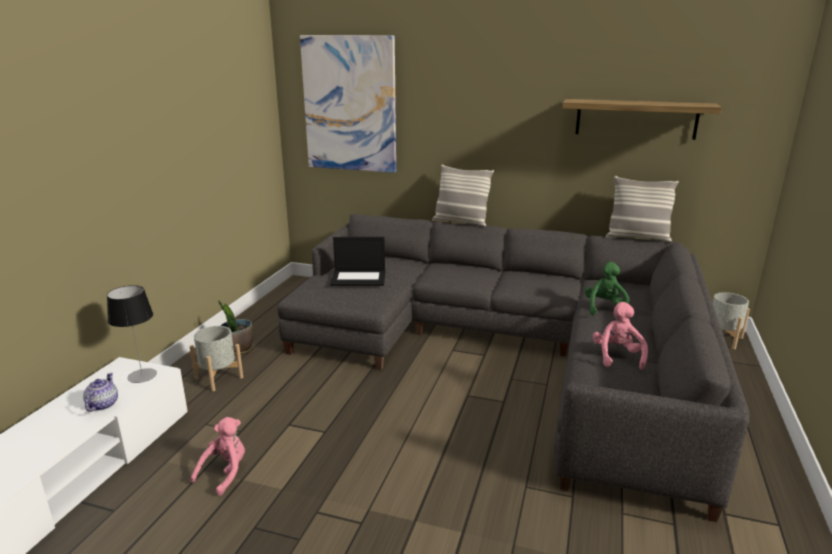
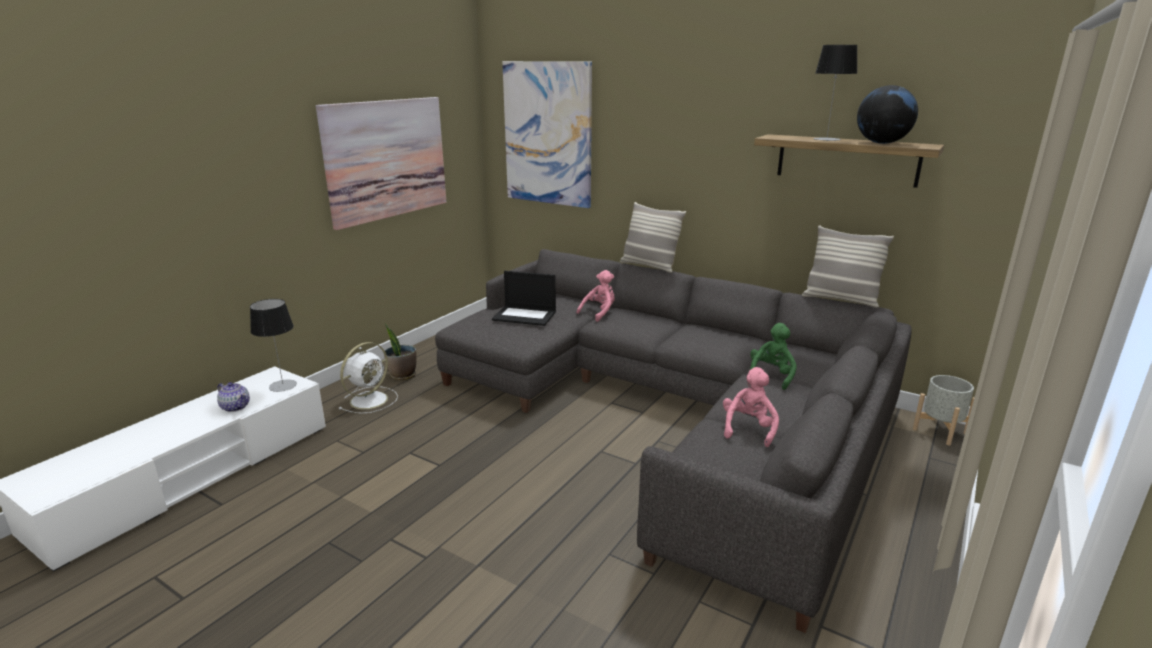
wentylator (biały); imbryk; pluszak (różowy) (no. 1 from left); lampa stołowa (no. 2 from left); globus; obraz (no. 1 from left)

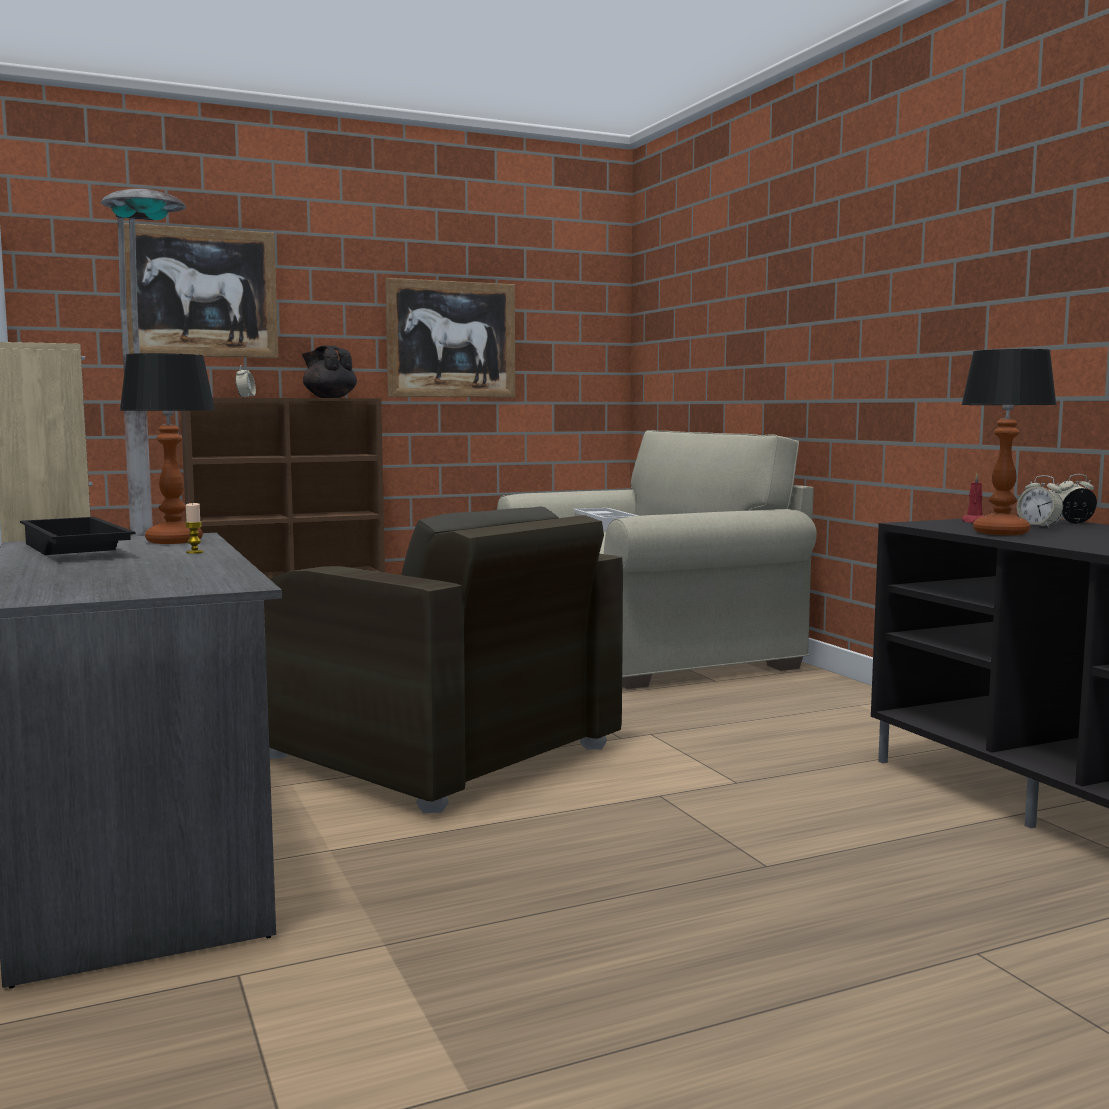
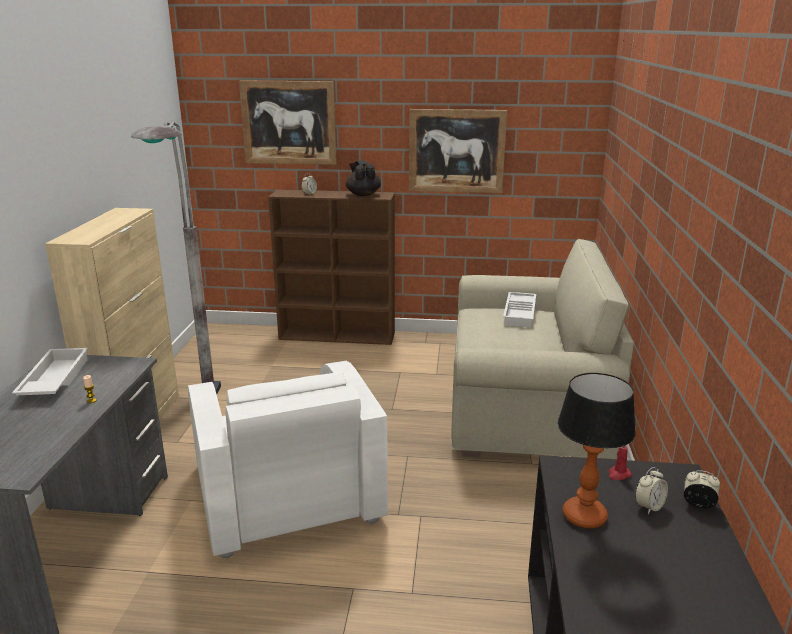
lampa stołowa (no. 1 from left in the first image); budzik (no. 2 from left); fotel (biały); taca (biały) (no. 1 from left)

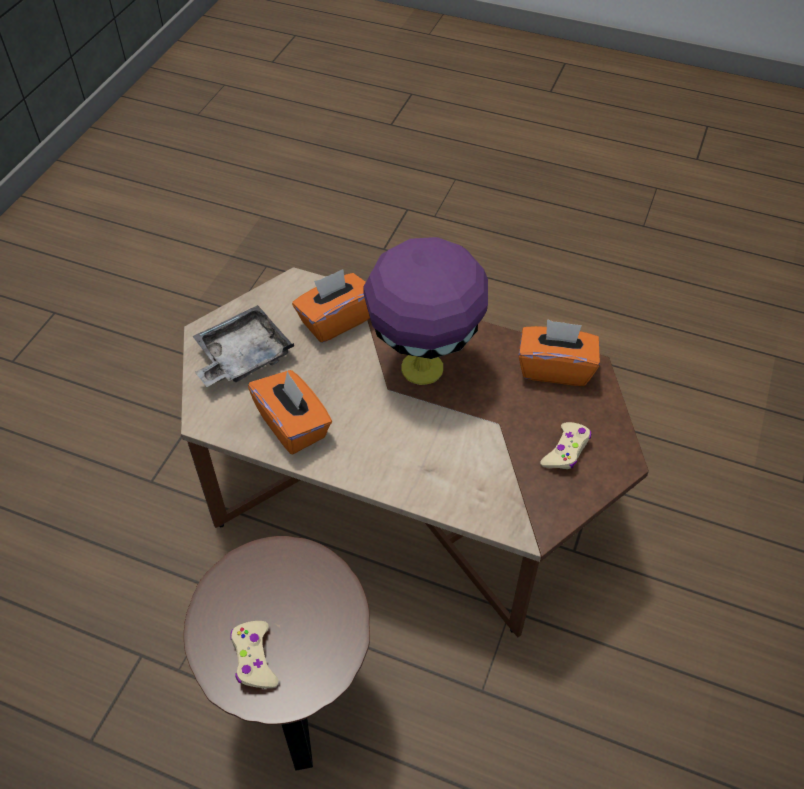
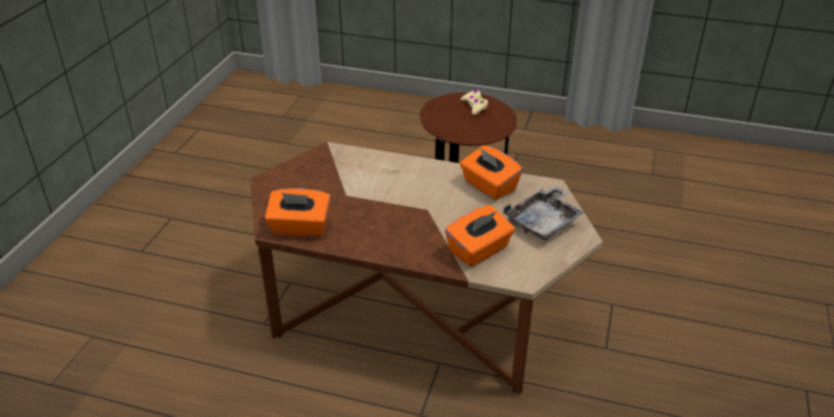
lampa stołowa (fioletowy); pad do gier (beżowy) (no. 2 from left in the first image)

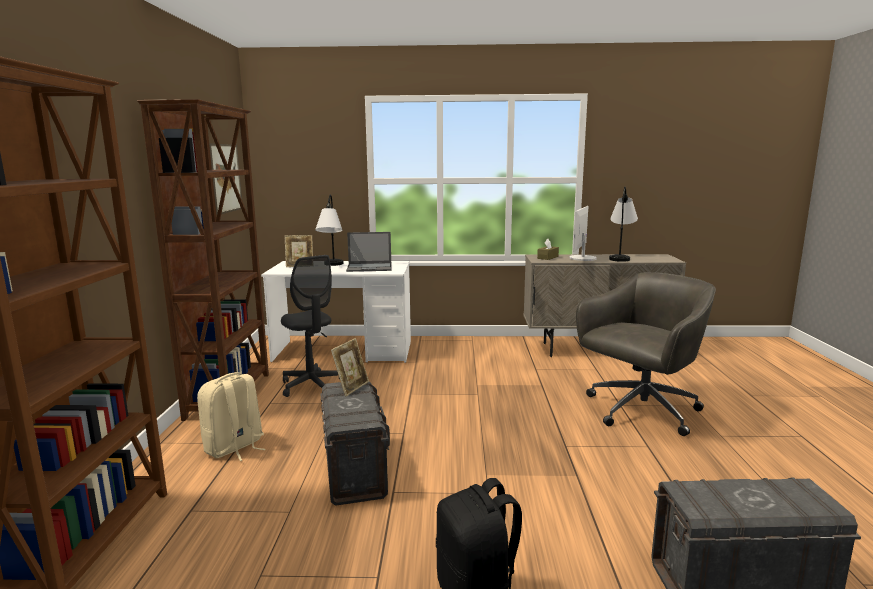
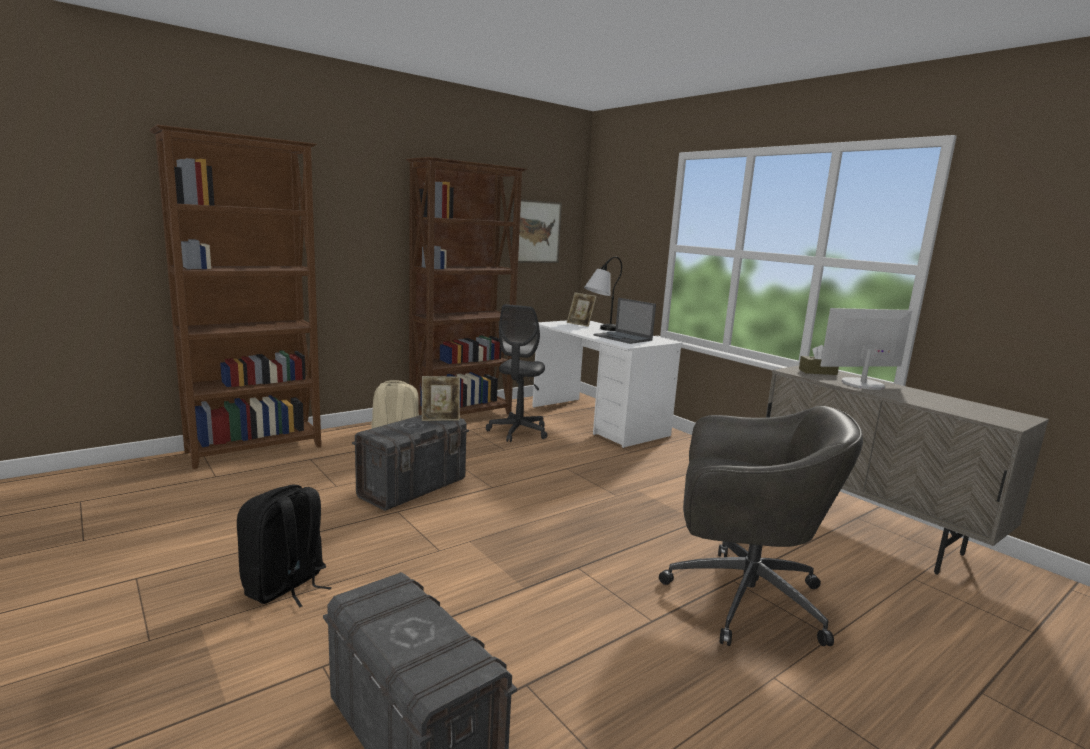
lampa stołowa (no. 2 from left in the first image)

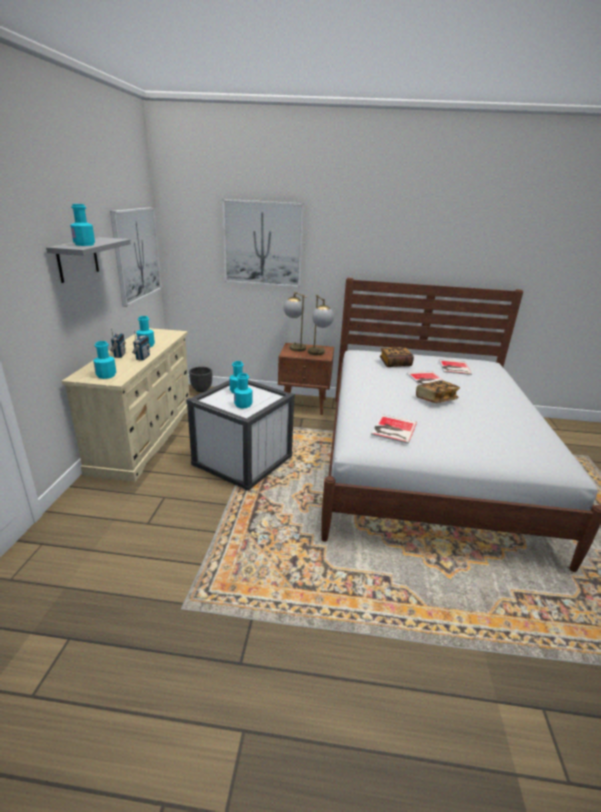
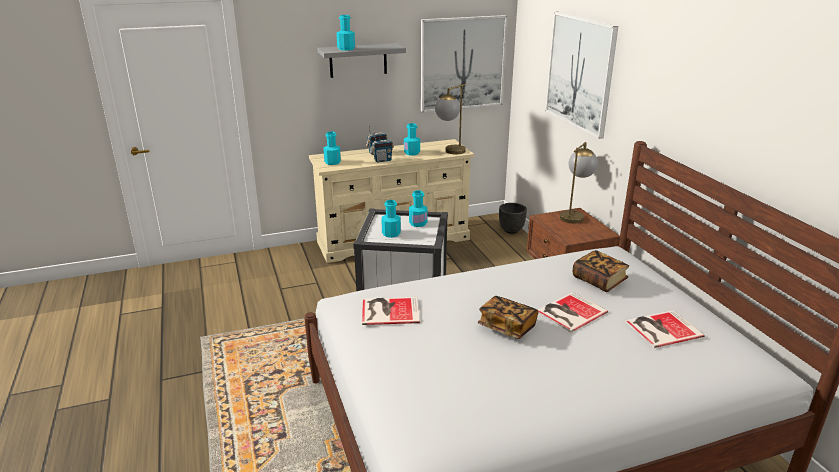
lampa stołowa (no. 1 from left)

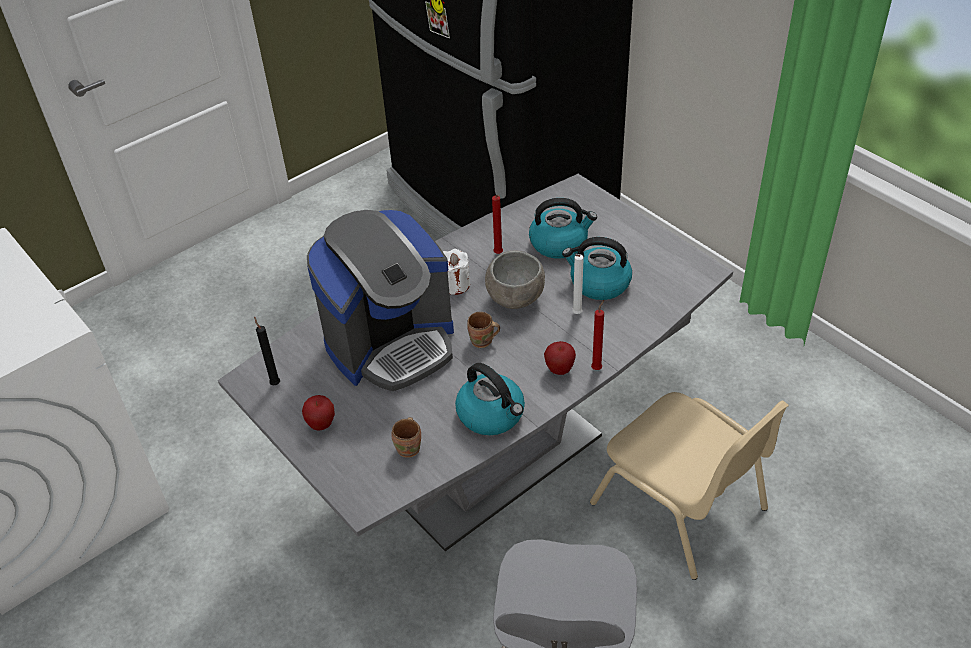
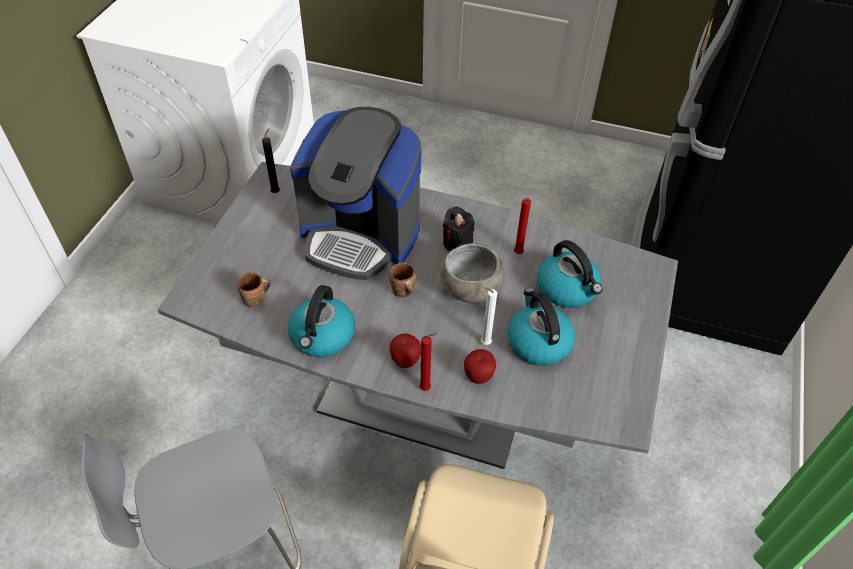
świeca (czarny) (no. 2 from left); jabłko (no. 2 from left)

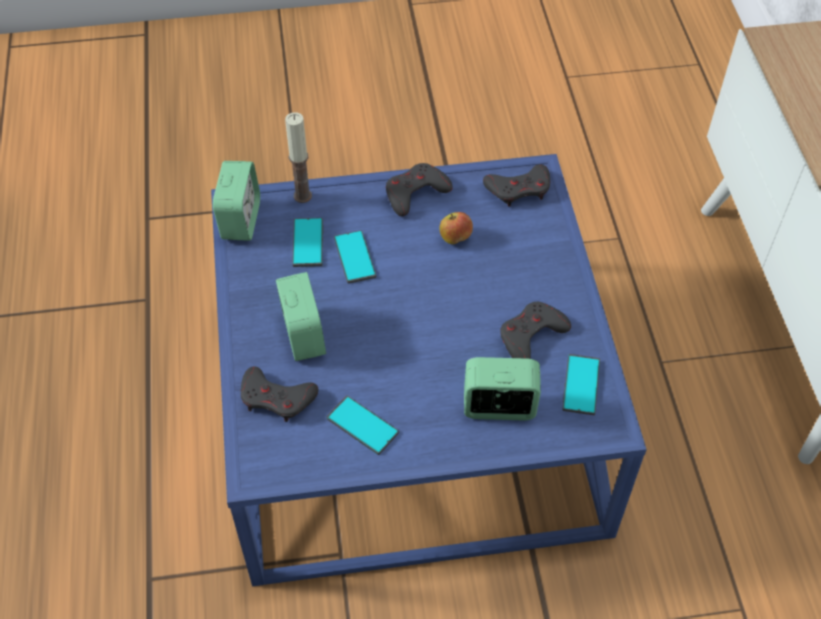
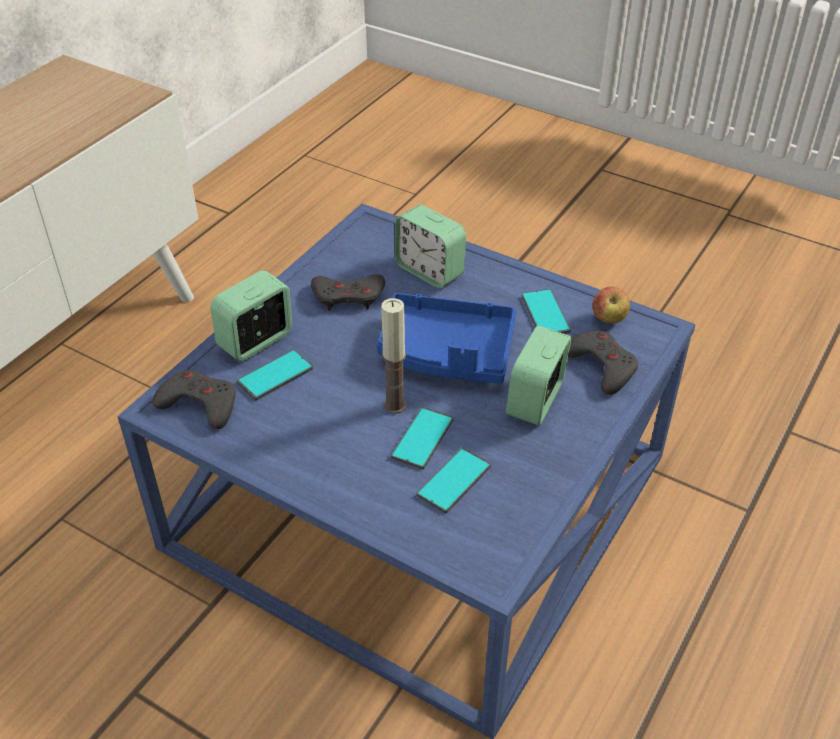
świeca; budzik (no. 1 from left); pad do gier (szary) (no. 2 from left in the first image); jabłko; telefon (no. 1 from left); taca (niebieski)

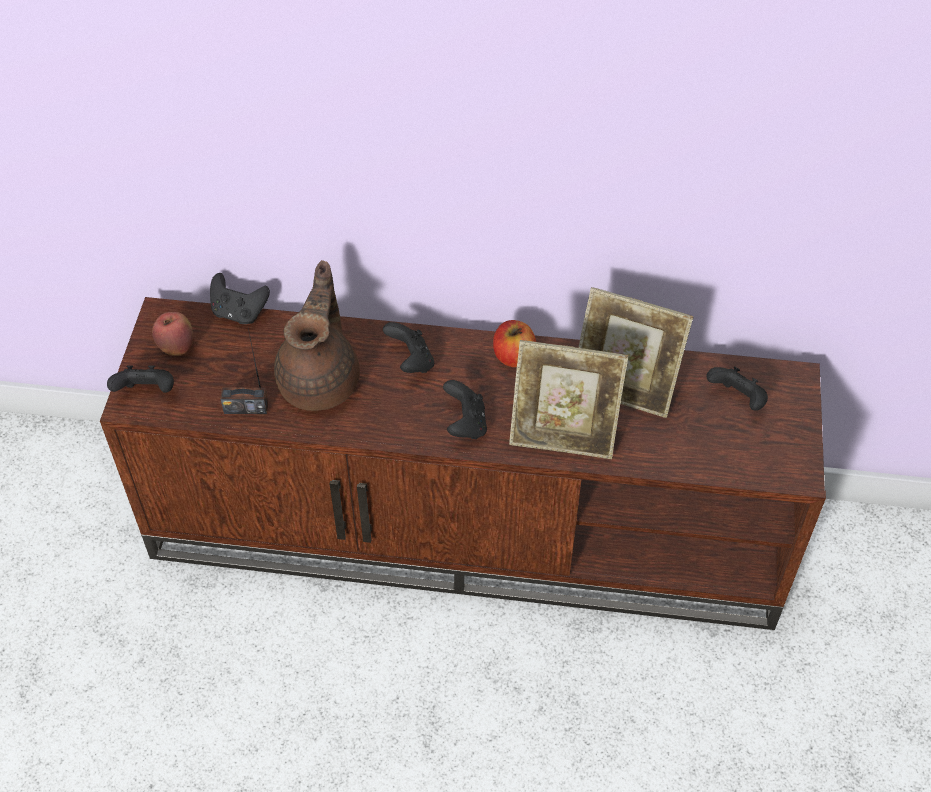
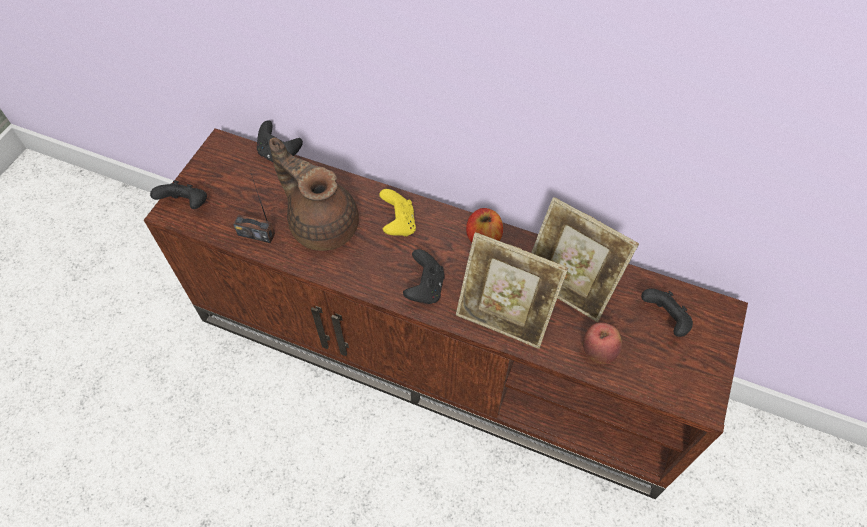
imbryk (brązowy); jabłko (no. 2 from left); pad do gier (żółty)

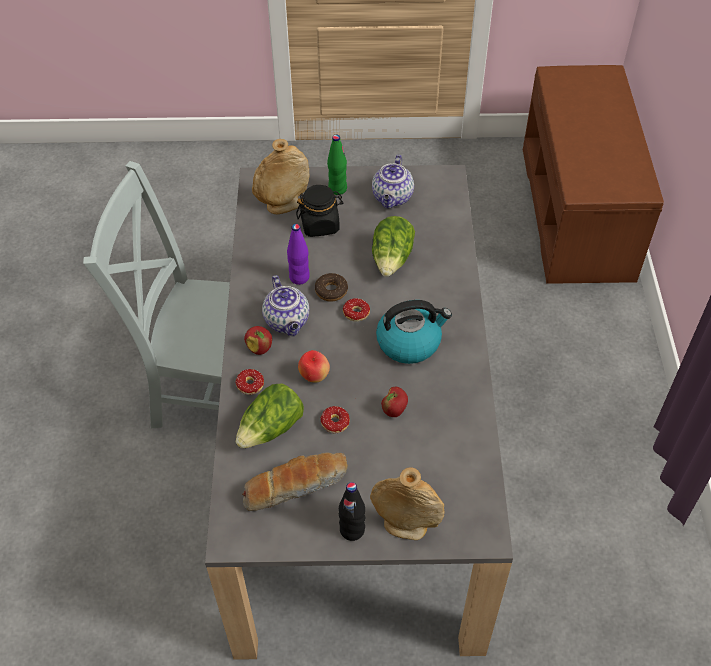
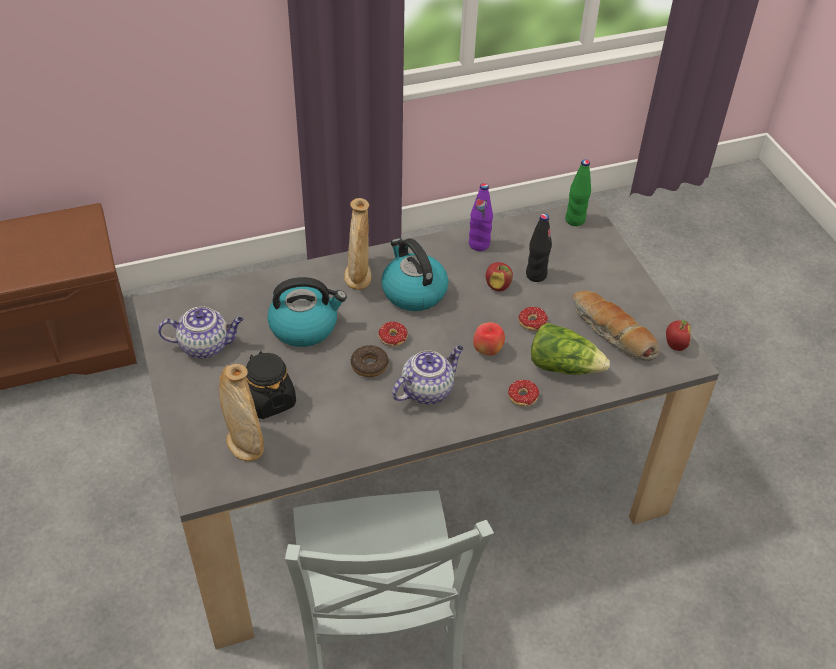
butelka (zielony); czajnik (no. 1 from left); butelka (fioletowy); jabłko (no. 3 from left); wazon (beżowy) (no. 2 from left); butelka (czarny)

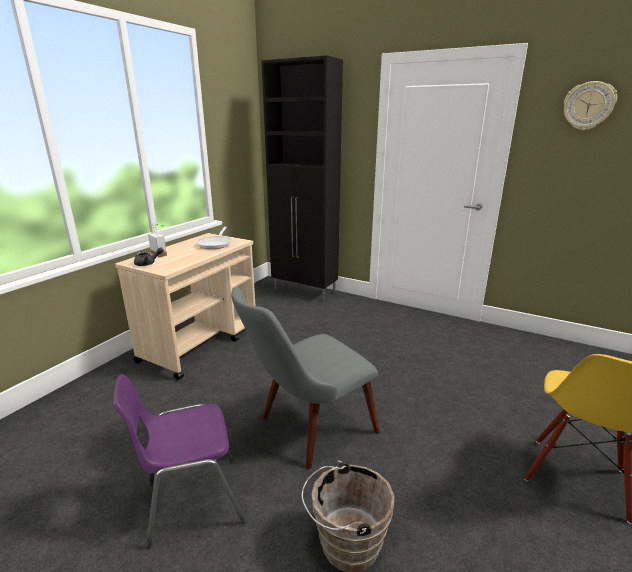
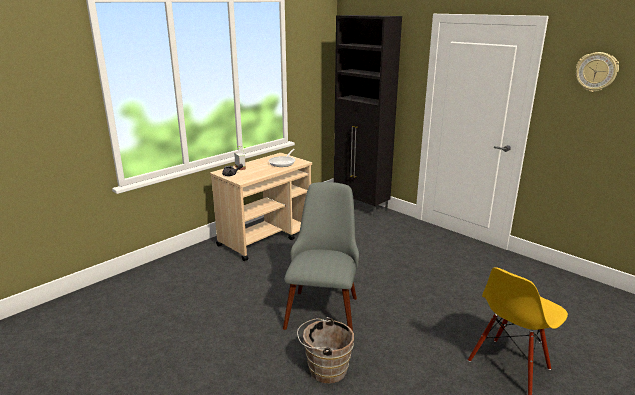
krzesło (szary); krzesło (fioletowy)

